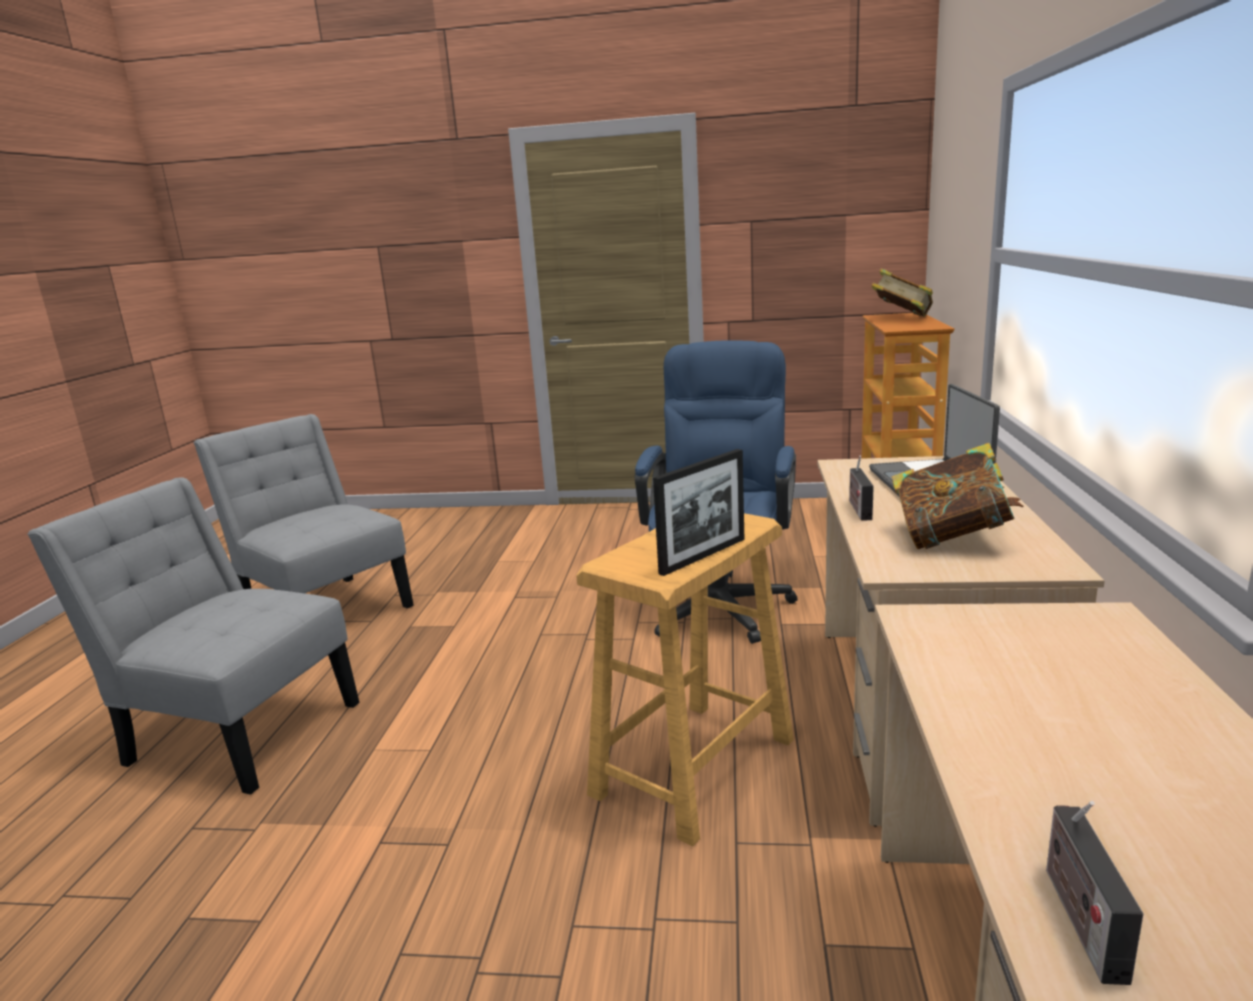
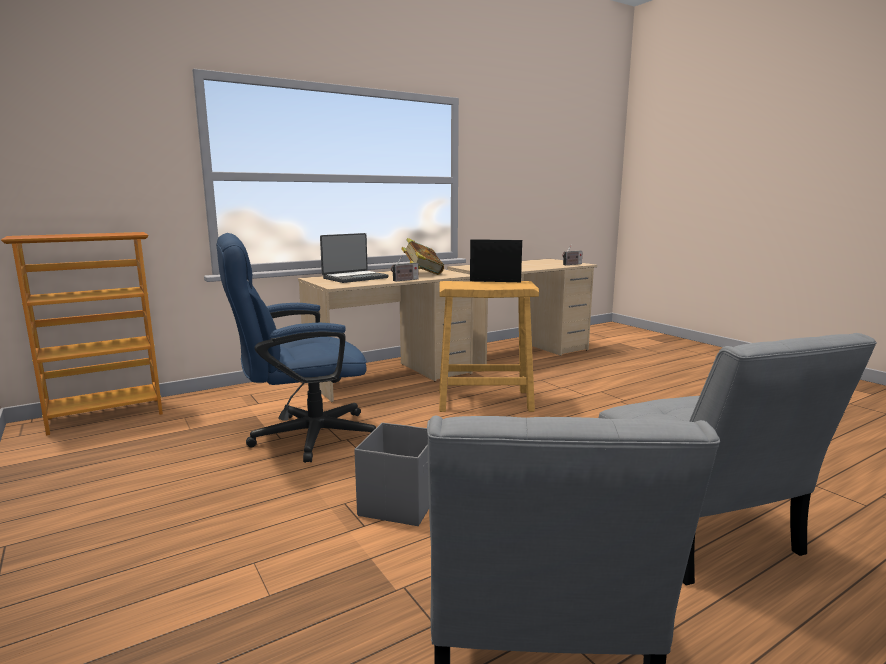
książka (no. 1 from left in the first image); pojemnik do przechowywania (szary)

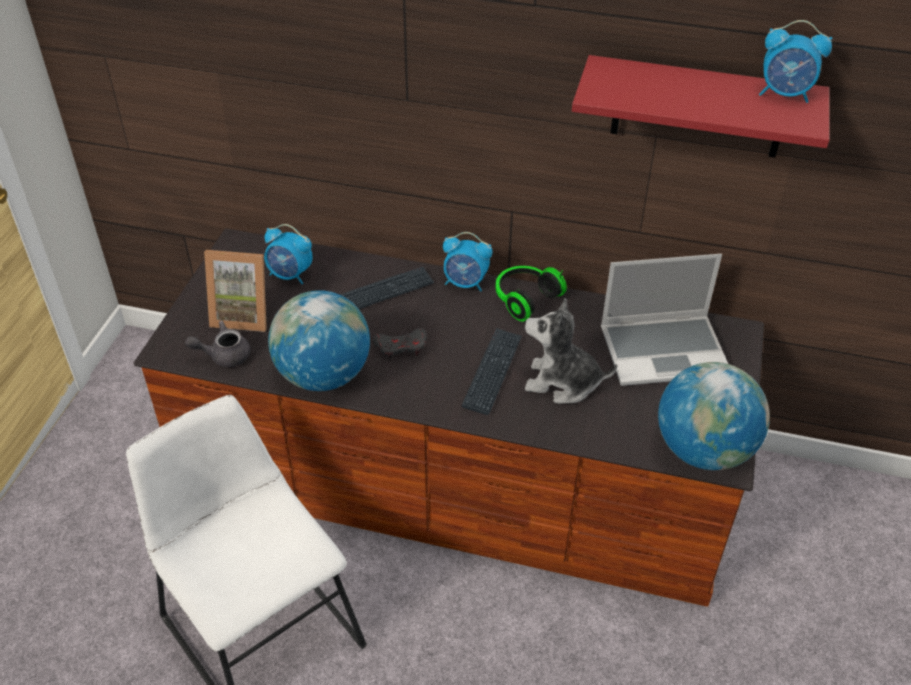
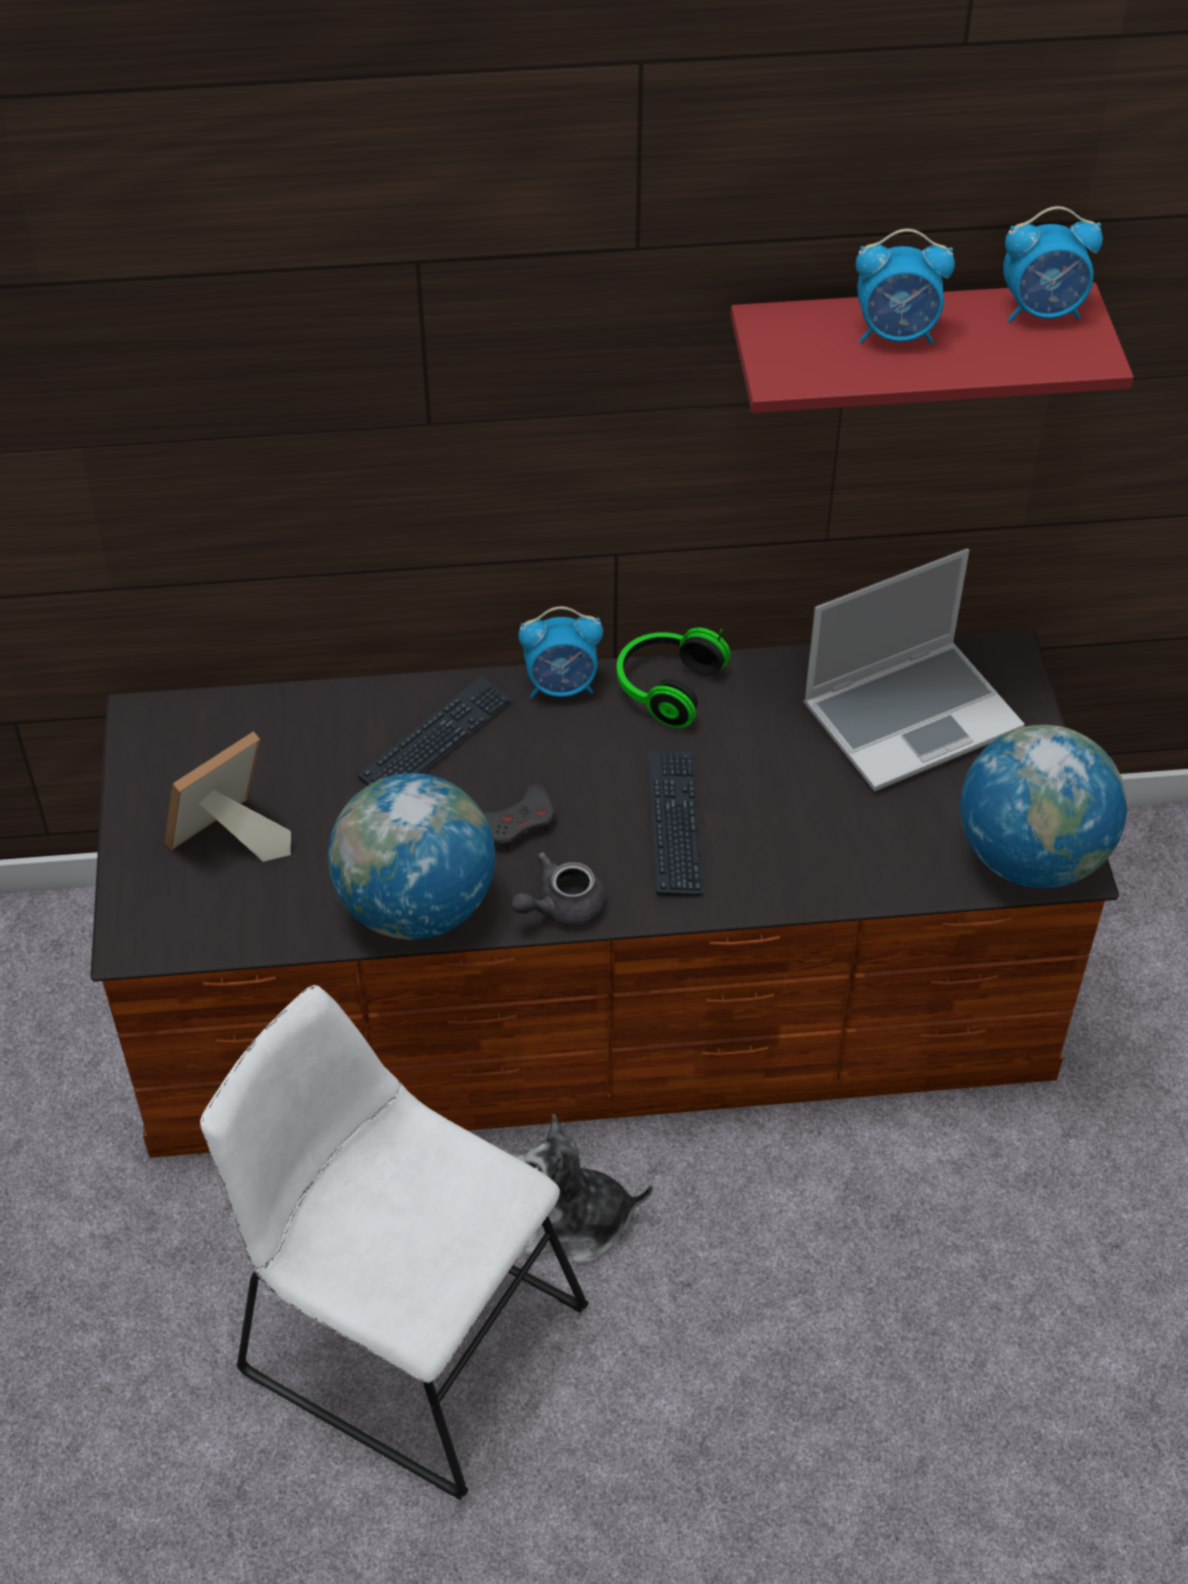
budzik (no. 2 from left); ramka na zdjęcie; pluszak; imbryk (szary)

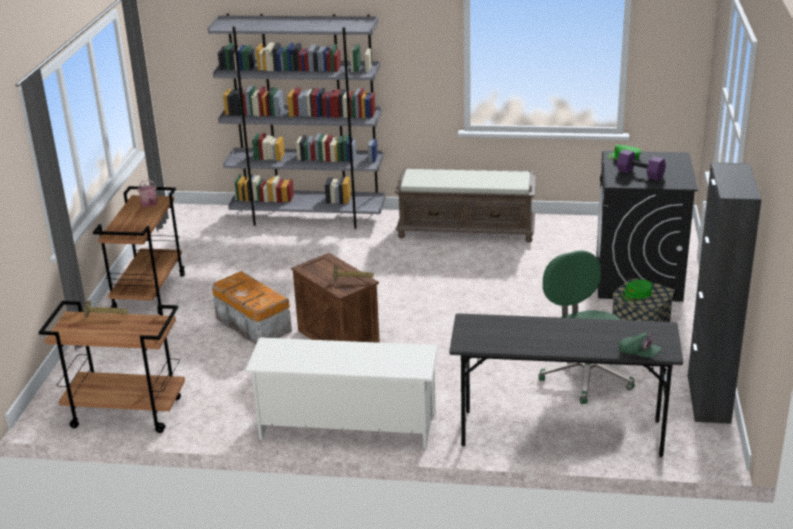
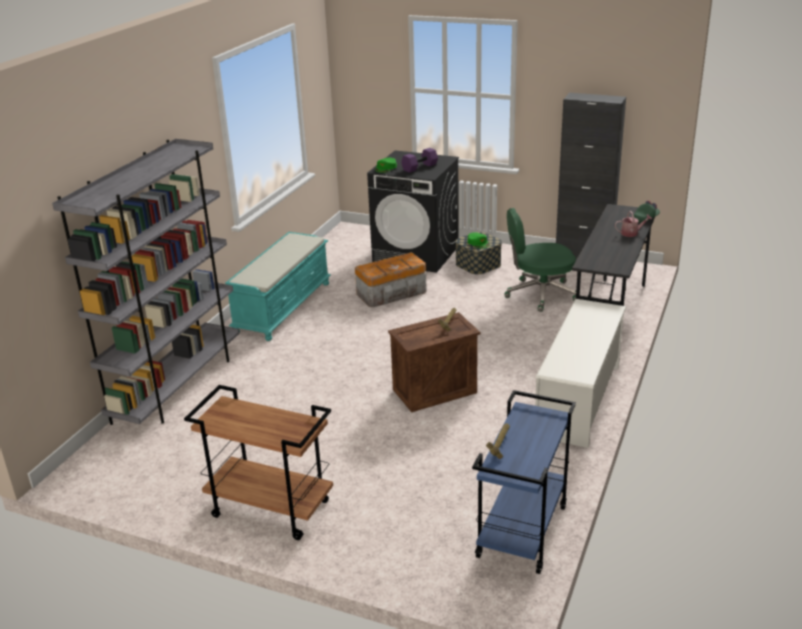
ławka (turkusowy); konewka; pojemnik do przechowywania (no. 1 from left); wózek (niebieski)

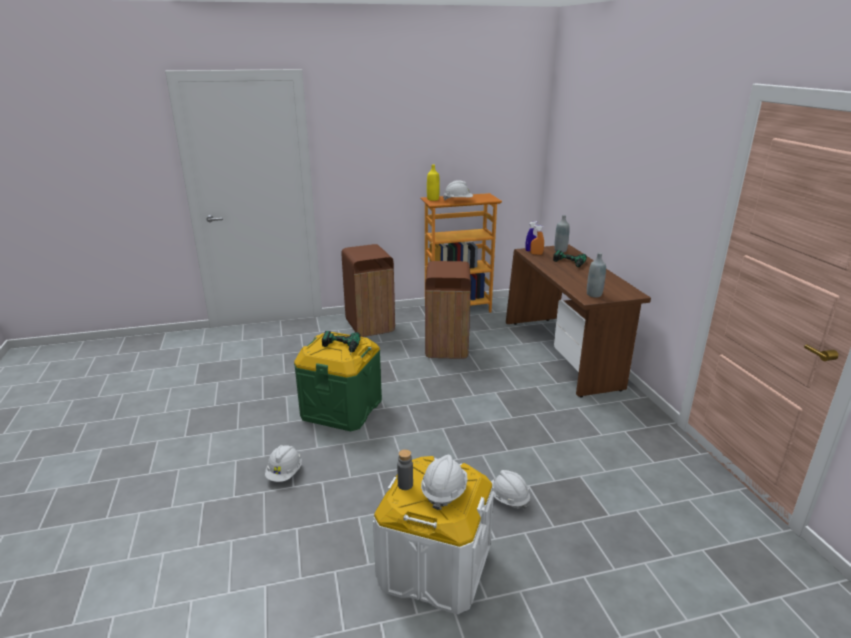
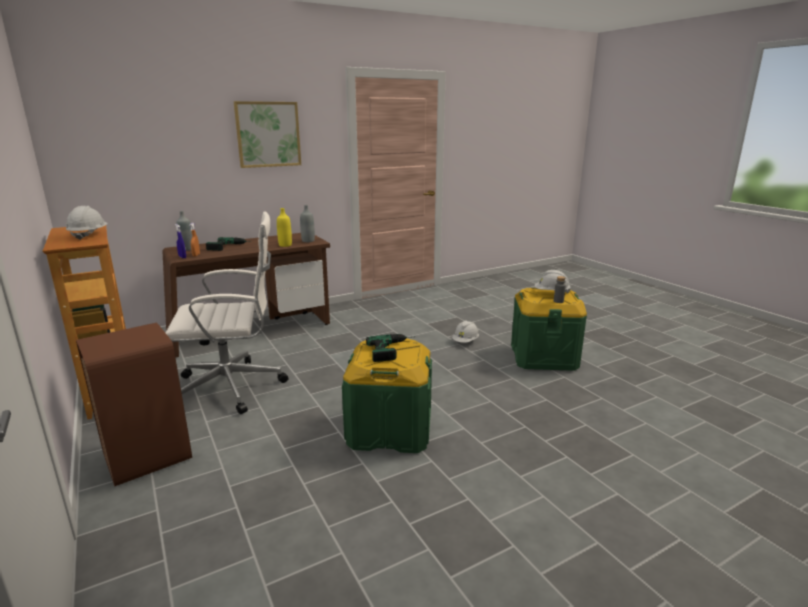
butelka (żółty); krzesło biurowe (biały); kask (biały) (no. 1 from left in the first image); pojemnik do przechowywania (zielony) (no. 2 from left); obraz

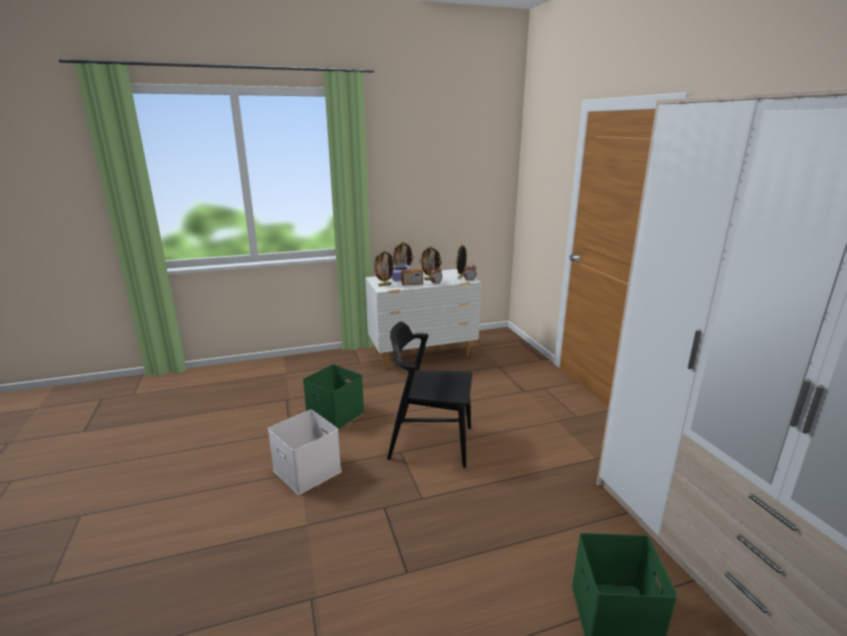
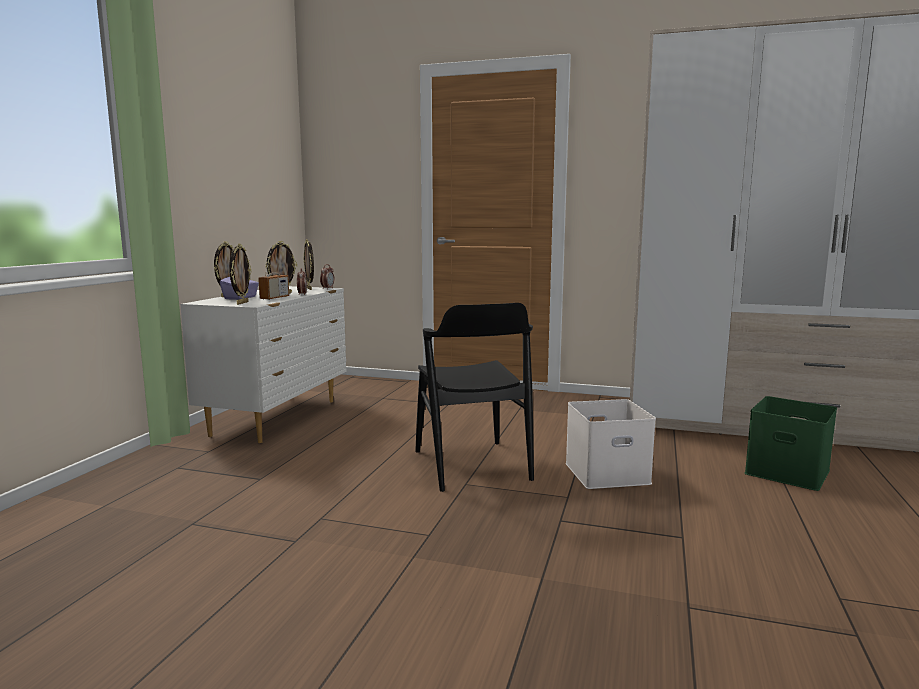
krzesło (czarny); pojemnik do przechowywania (zielony) (no. 1 from left in the first image); pojemnik do przechowywania (biały)

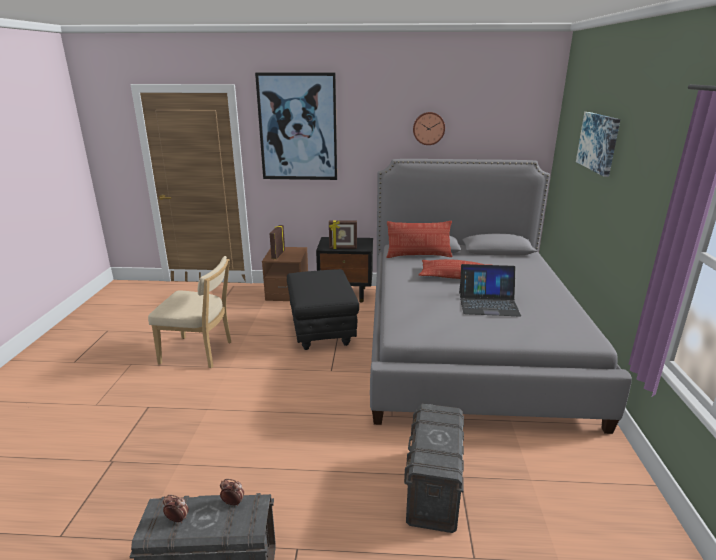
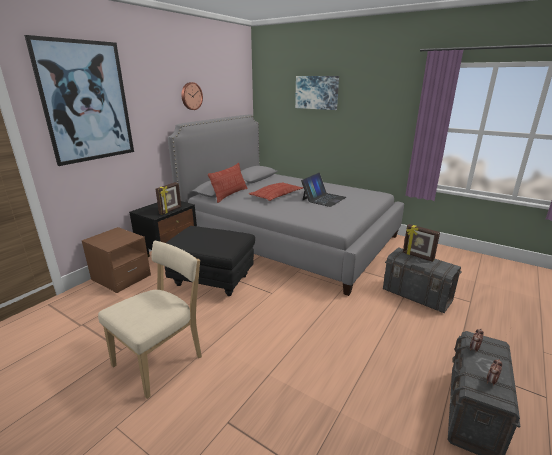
ramka na zdjęcie (no. 2 from left)

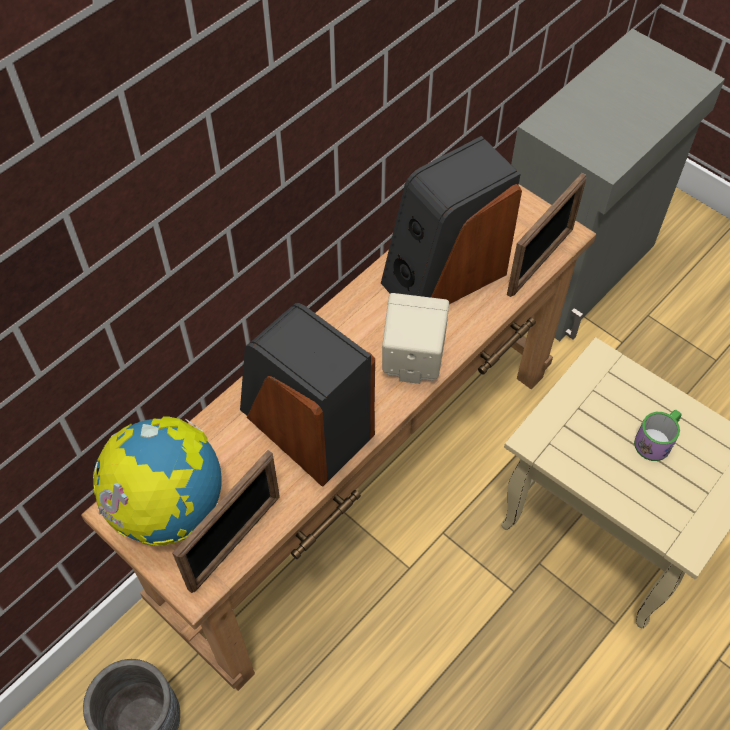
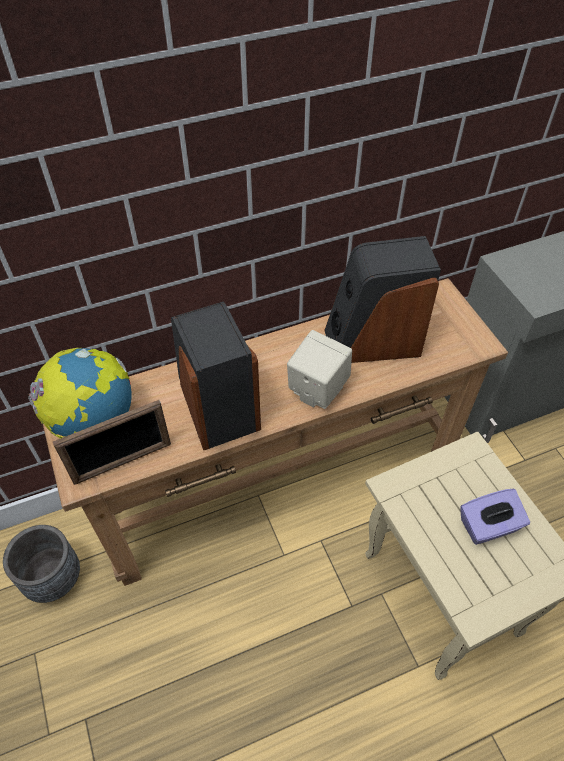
ramka na zdjęcie (no. 2 from left in the first image); pudełko chusteczek (fioletowy)

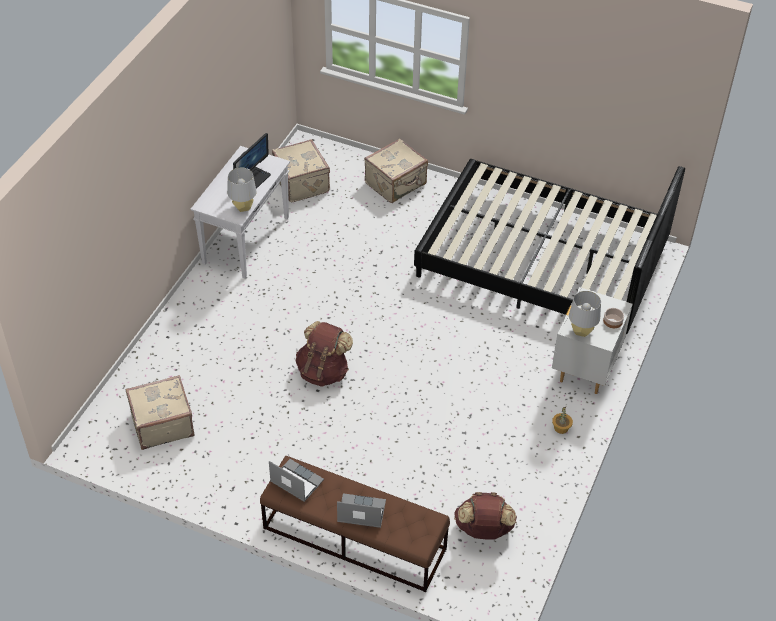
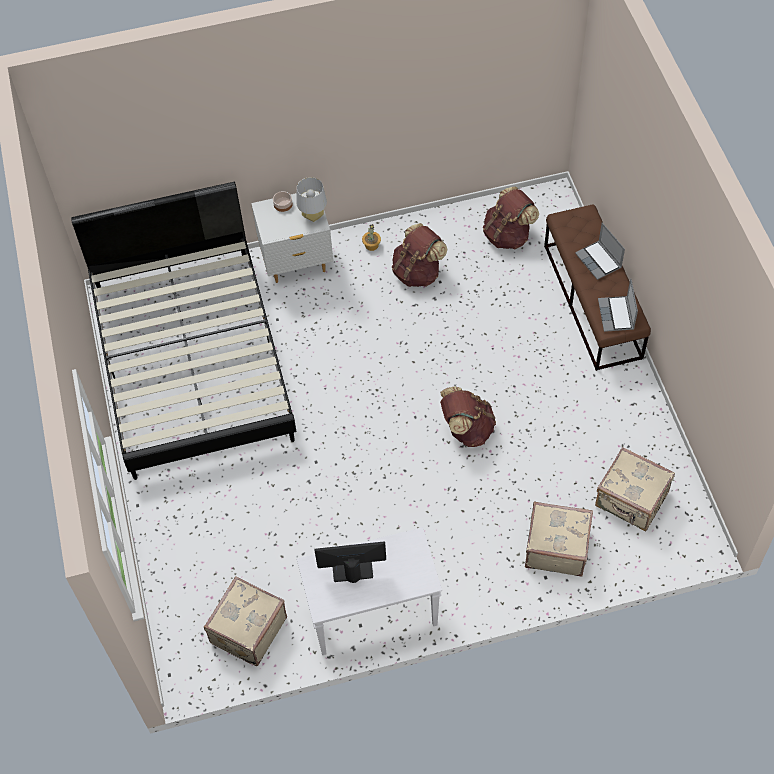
walizka (beżowy) (no. 2 from left); lampa stołowa (szary) (no. 1 from left in the first image); plecak (brązowy) (no. 1 from left)

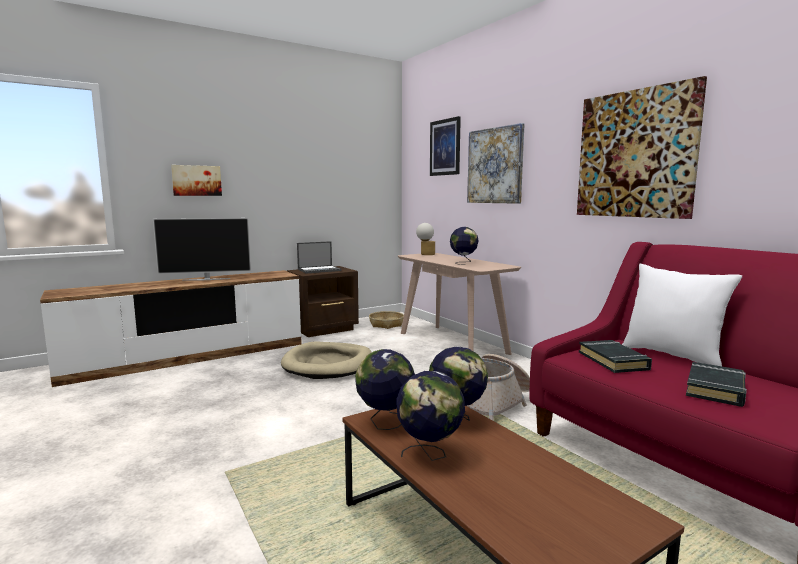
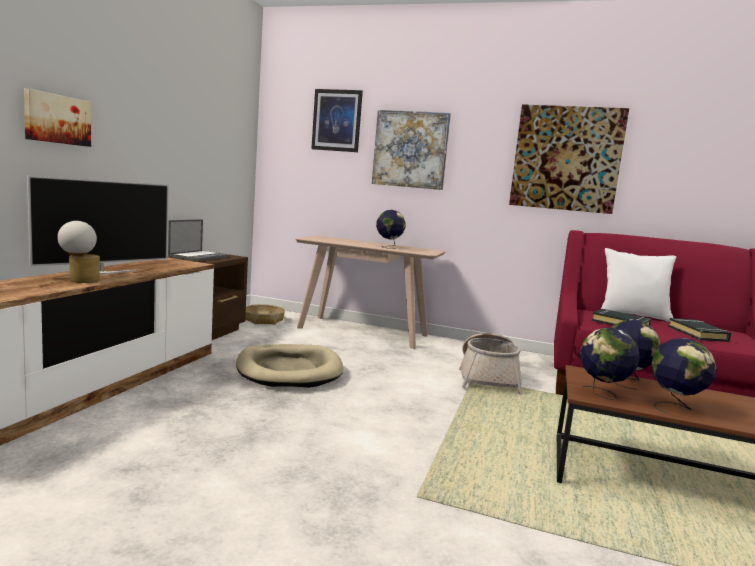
lampa stołowa

